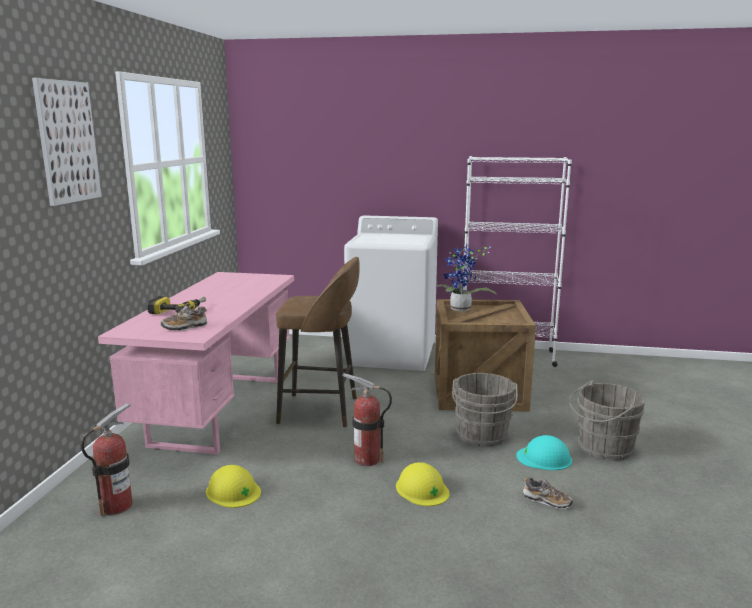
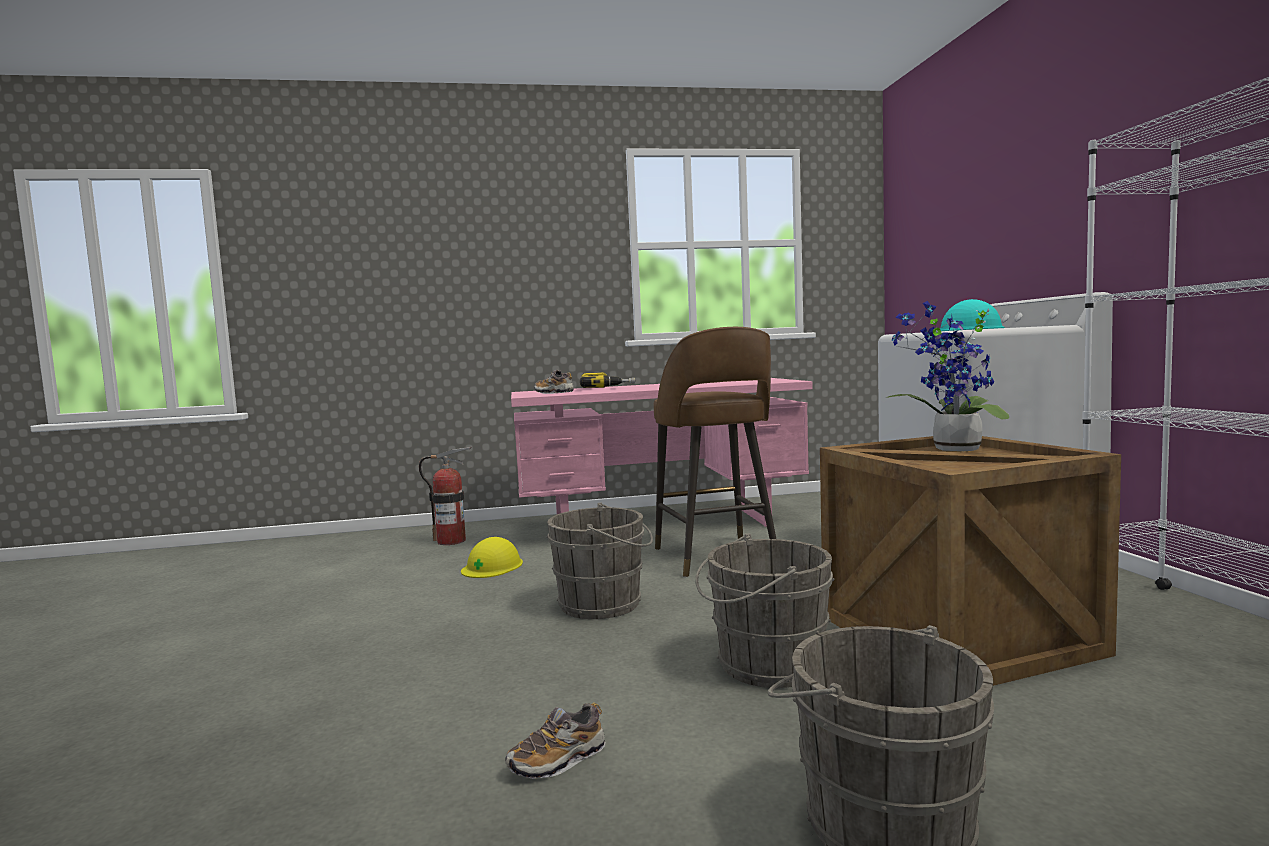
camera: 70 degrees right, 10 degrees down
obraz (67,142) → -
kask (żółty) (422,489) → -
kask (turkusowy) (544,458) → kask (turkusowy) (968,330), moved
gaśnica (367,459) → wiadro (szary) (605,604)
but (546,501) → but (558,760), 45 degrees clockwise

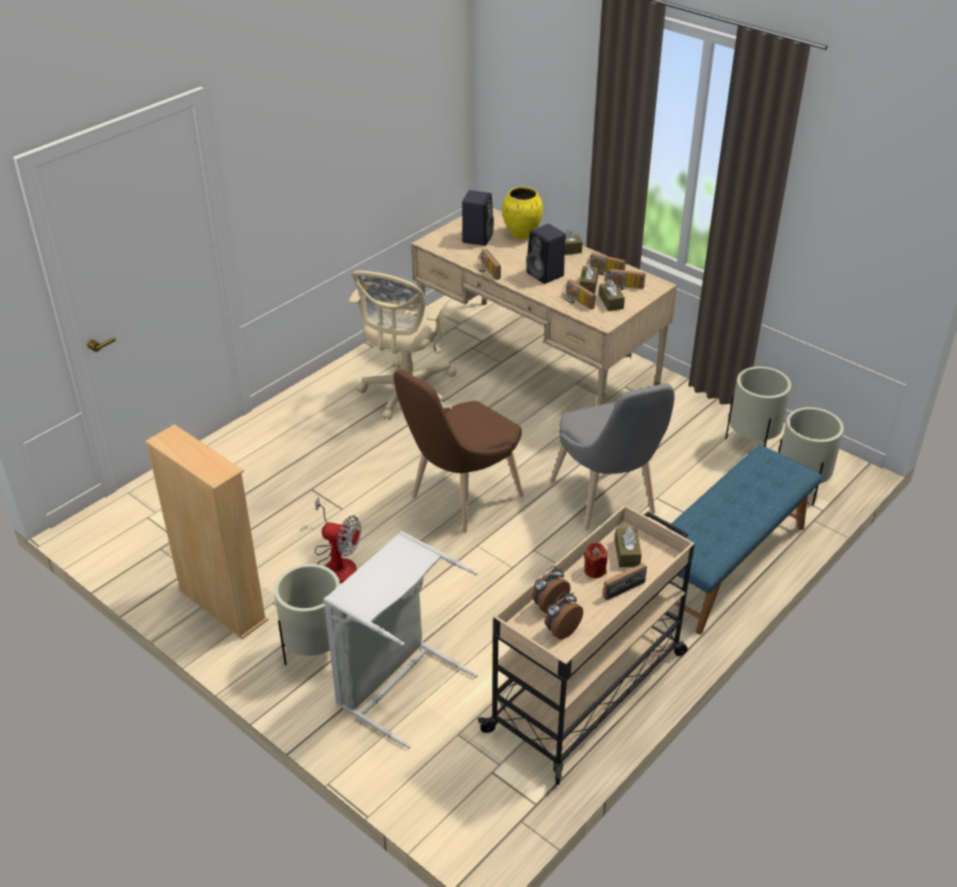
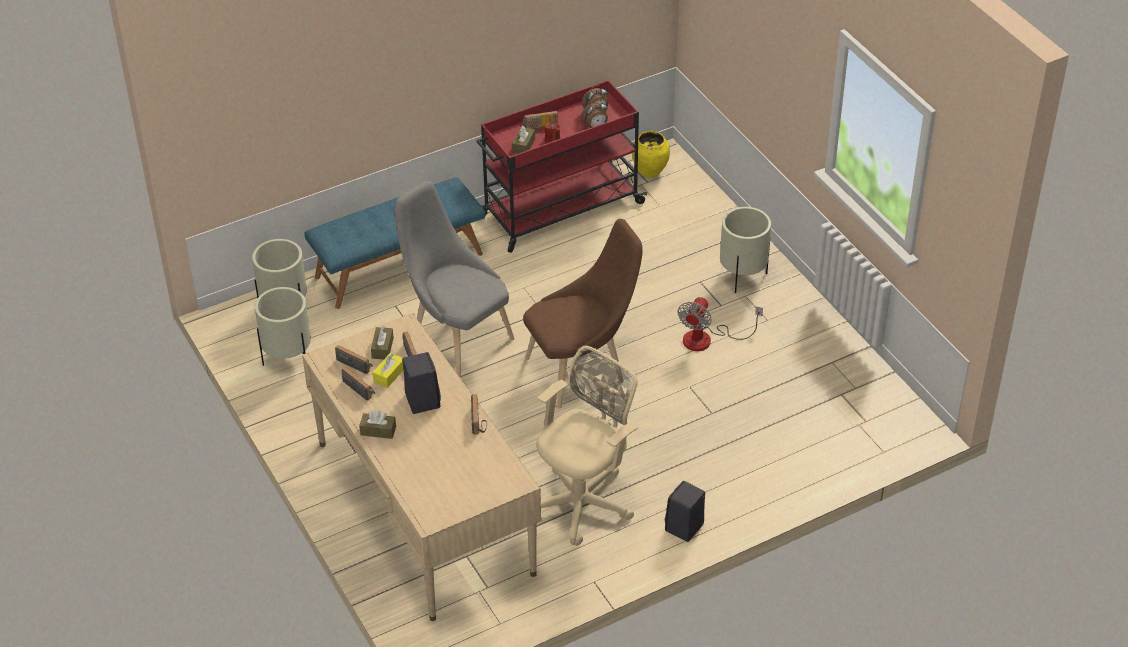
camera: 160 degrees left, 5 degrees up
regał (beżowy) (222,605) → -
kosz na pranie (szary) (396,684) → -
głośnik (czarny) (477,237) → głośnik (czarny) (684,528), moved
wazon (żółty) (522,234) → wazon (żółty) (649,172), moved
wózek (beżowy) (589,690) → wózek (czerwony) (559,210)
pudełko chusteczek (brązowy) (588,285) → pudełko chusteczek (żółty) (389,375)
wentylator (337,562) → wentylator (707,339), 105 degrees counterclockwise
krzesło (szary) (606,502) → krzesło (szary) (457,336), 45 degrees counterclockwise

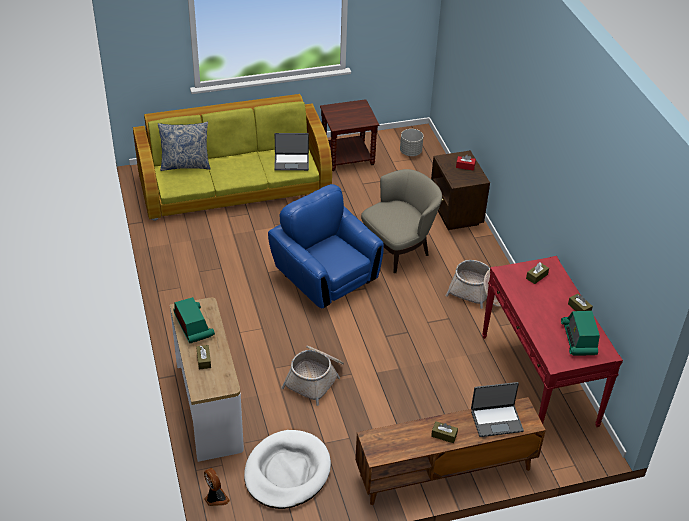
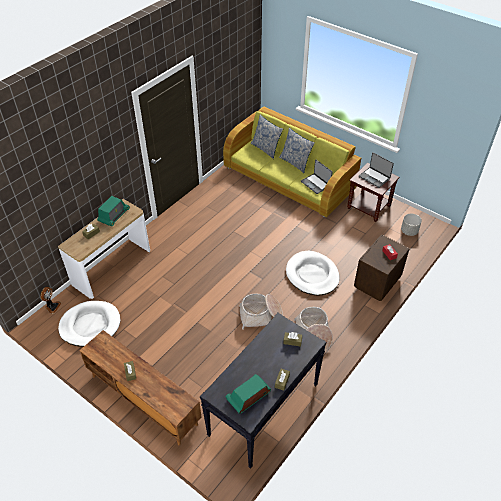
camera: 55 degrees right, 5 degrees up
fotel (niebieski) (325,277) → -
- → poduszka (295,162)
koszyk (315,378) → koszyk (261,316), moved
laptop (496,420) → laptop (374,177), moved
fotel (beżowy) (399,249) → legowisko (biały) (312,275)
stolik konsolowy (czerwony) (539,380) → stolik konsolowy (czarny) (264,410)

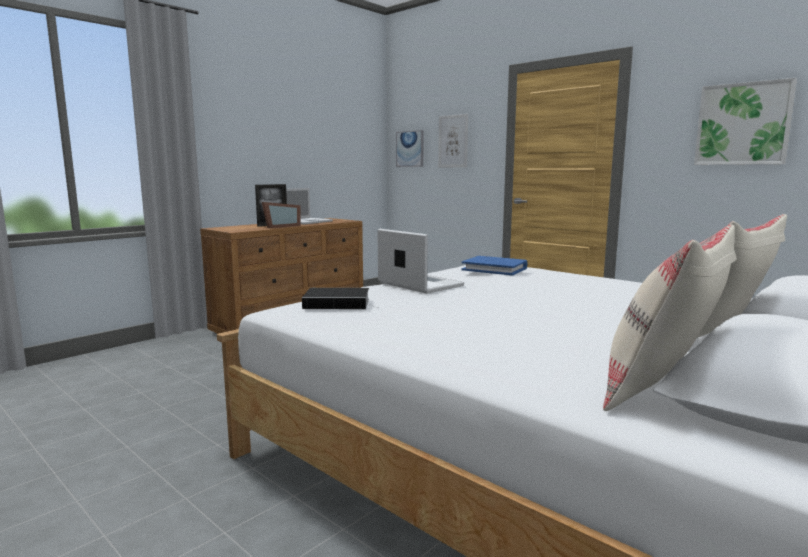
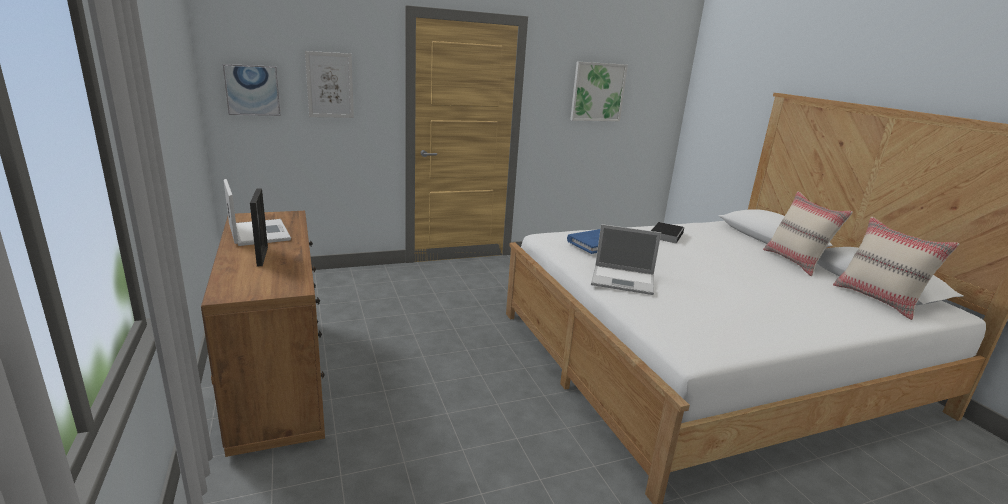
camera: 65 degrees left, 10 degrees up
ramka na zdjęcie (280,226) → -
książka (339,303) → książka (666,235), moved
laptop (419,284) → laptop (624,280), 150 degrees counterclockwise

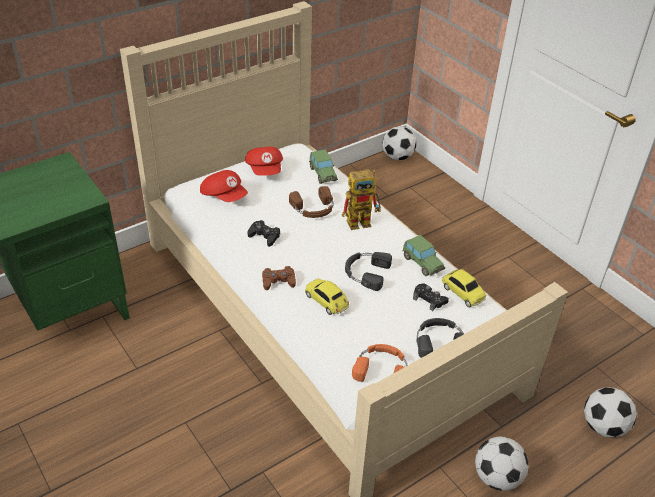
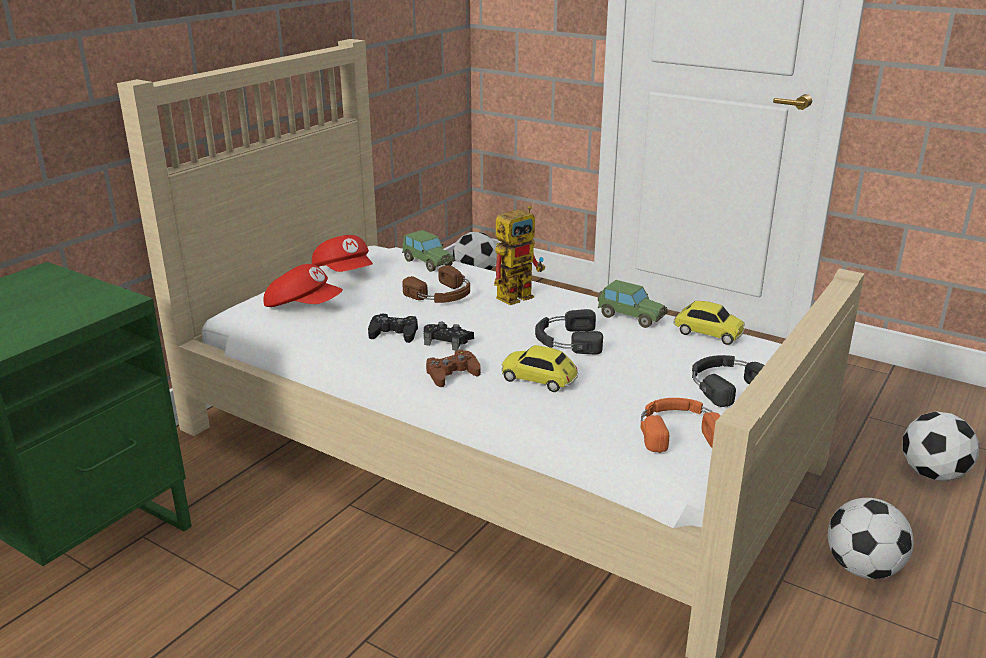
camera: 20 degrees left, 15 degrees down
pad do gier (czarny) (429,300) → pad do gier (czarny) (447,341), moved

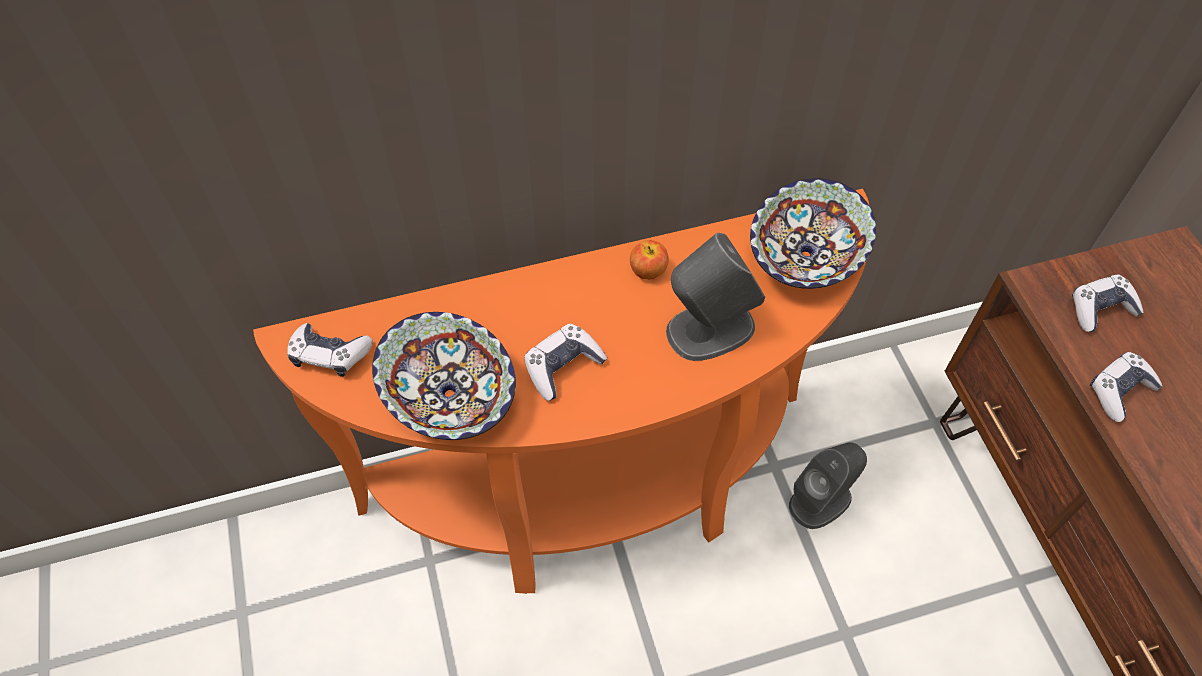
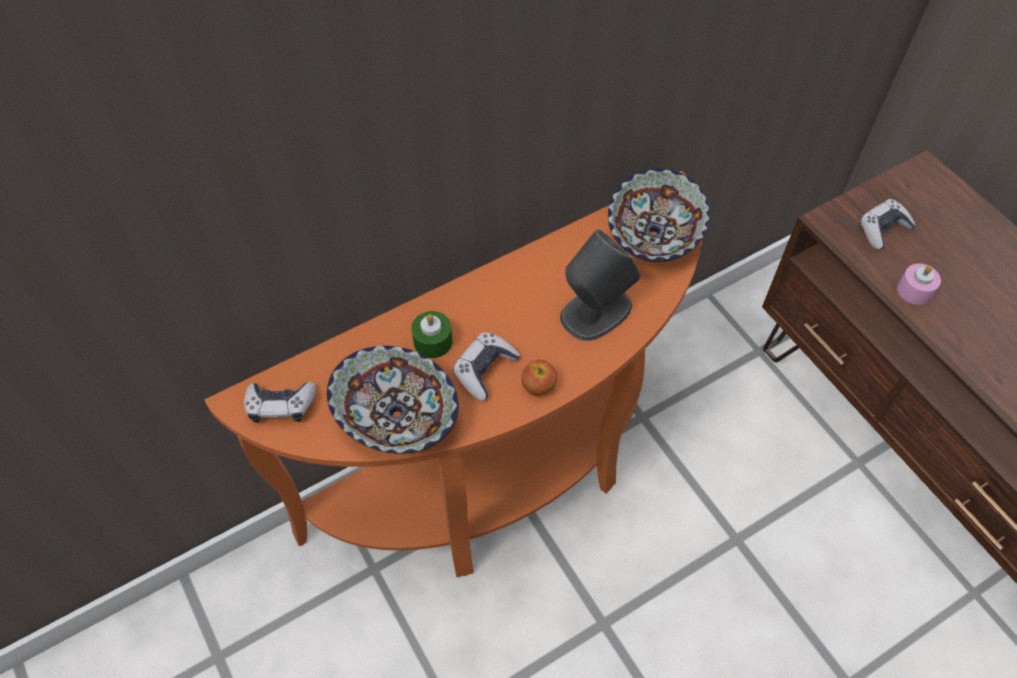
camera: 15 degrees left, 0 degrees up
głośnik (szary) (820,500) → -
- → świeca (zielony) (433,341)
jabłko (648,271) → jabłko (538,386), moved
pad do gier (1119,391) → świeca (różowy) (914,290)

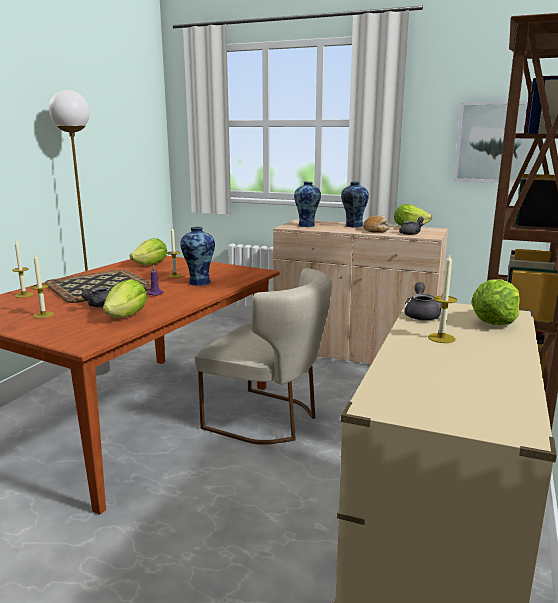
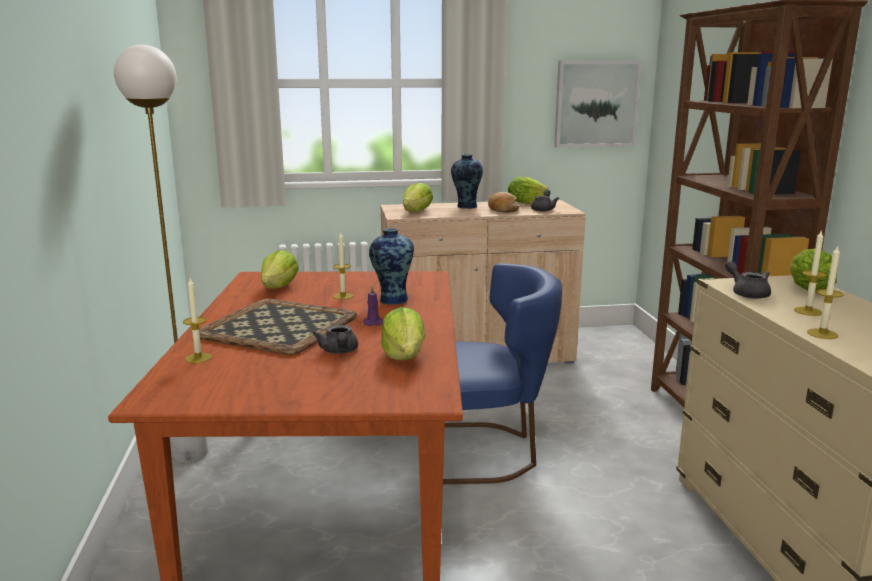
camera: 30 degrees left, 0 degrees up
świeca (43,315) → świeca (822,334), moved
wazon (307,225) → sałata (417,212)
krzesło (beżowy) (269,419) → krzesło (niebieski) (482,452)

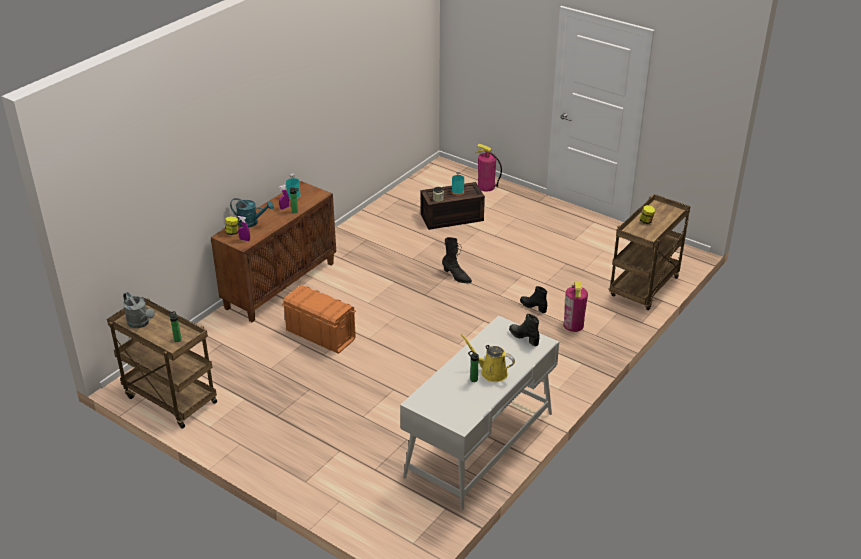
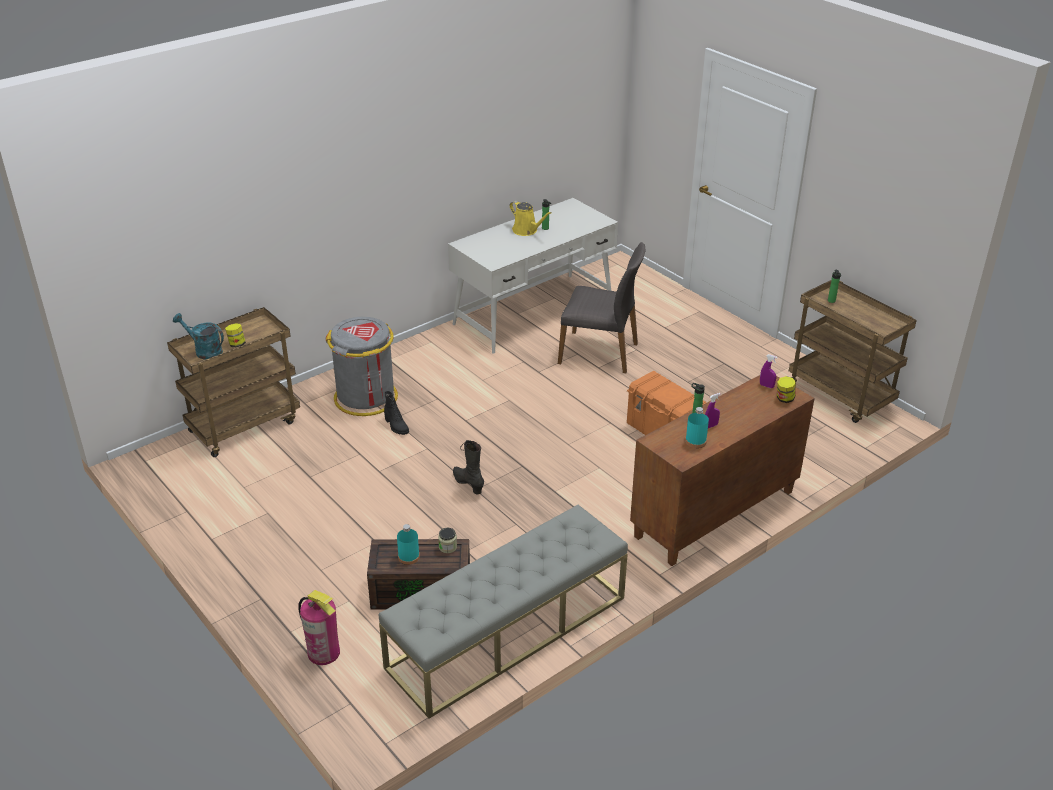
camera: 165 degrees left, 0 degrees up
konewka (szary) (141,323) → -
but z cholewką (czarny) (524,337) → -
- → ławka (szary) (507,632)
- → krzesło (szary) (599,353)
konewka (turkusowy) (251,222) → konewka (turkusowy) (204,351), moved
gaśnica (573,325) → kosz na śmieci (szary) (366,398)

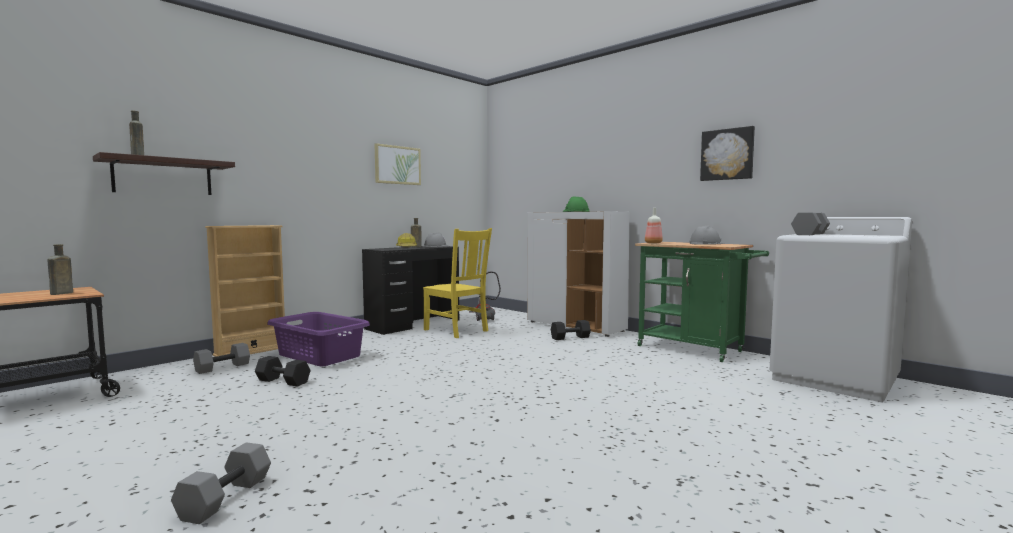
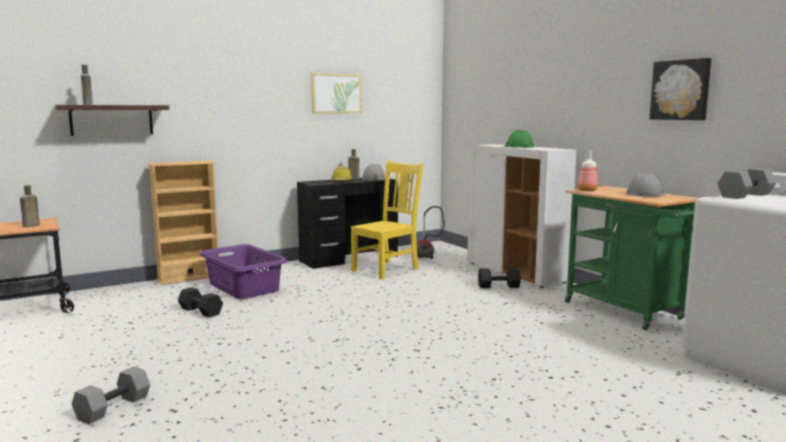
camera: 15 degrees right, 5 degrees up
hantel (szary) (223,367) → -
krzesło (żółty) (457,331) → krzesło (żółty) (387,269), 105 degrees counterclockwise

